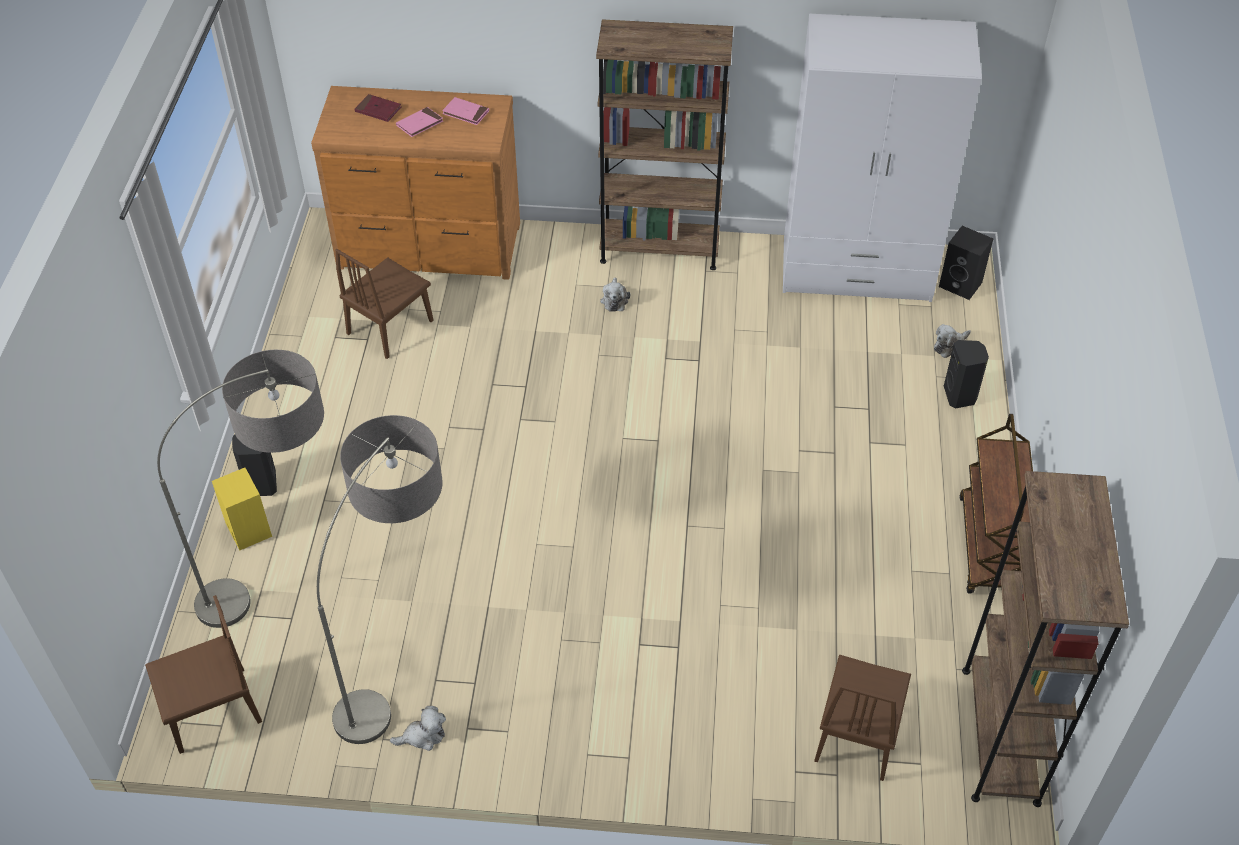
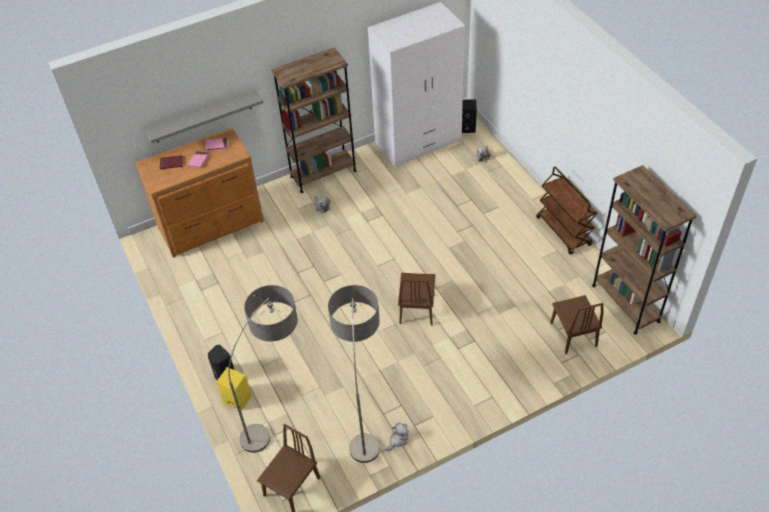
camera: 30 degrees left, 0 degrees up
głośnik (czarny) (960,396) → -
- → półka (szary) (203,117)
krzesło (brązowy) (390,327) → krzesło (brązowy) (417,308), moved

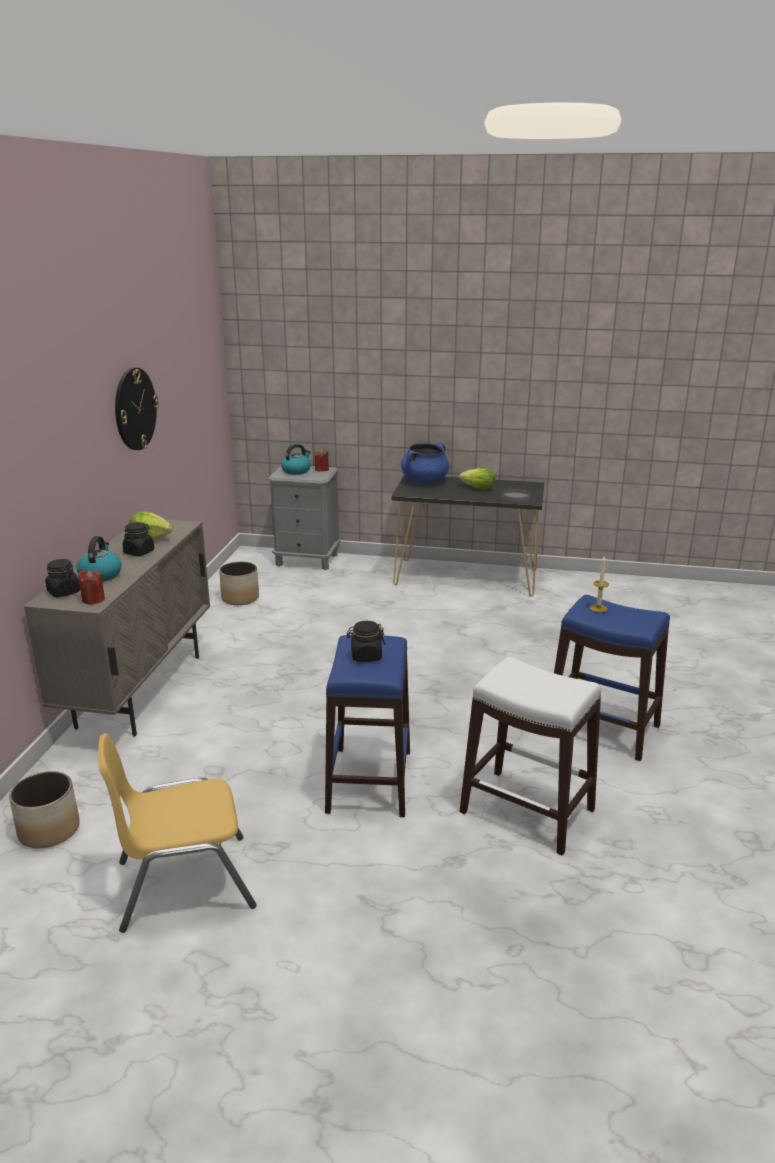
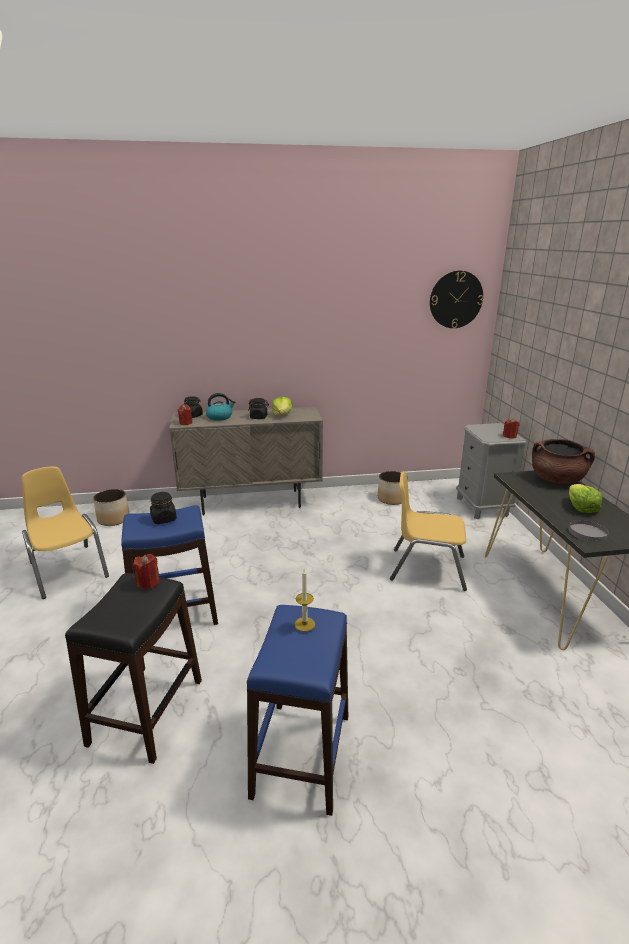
camera: 70 degrees right, 0 degrees up
czajnik (296,471) → -
- → świeca (czerwony) (148,582)
- → krzesło (żółty) (427,568)
zegar ścienny (135,409) → zegar ścienny (456,299), moved
garnek (niebieski) (425,481) → garnek (brązowy) (557,480)
stołek (biały) (527,810) → stołek (czarny) (147,711)

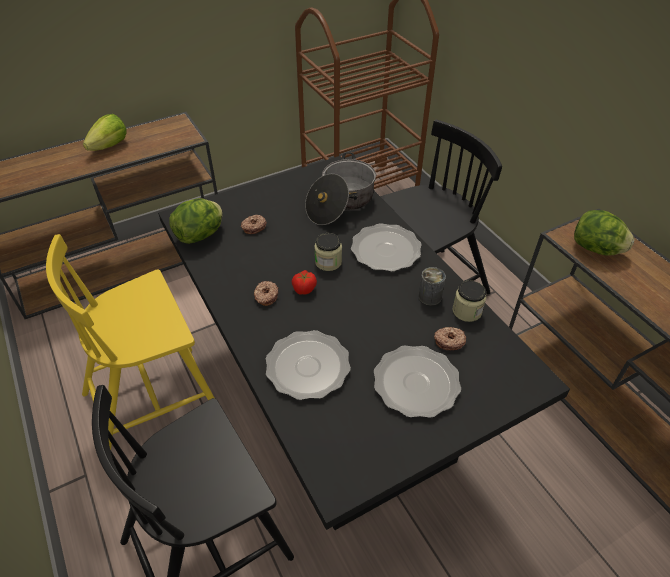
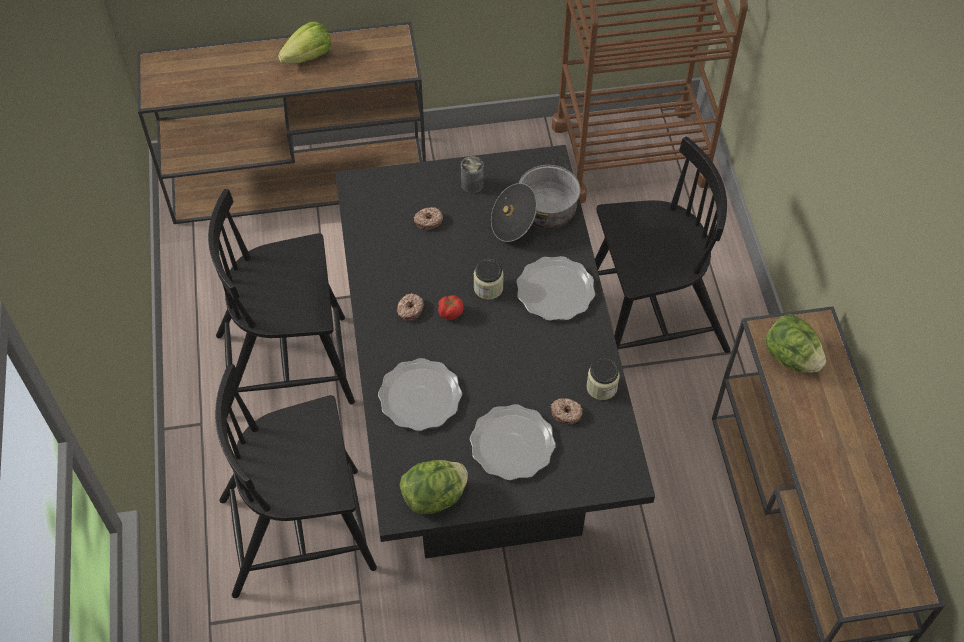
camera: 20 degrees right, 10 degrees up
sałata (201,235) → sałata (435,496), moved
puszka (429,297) → puszka (472,184), moved
krzesło (żółty) (154,401) → krzesło (czarny) (288,367)

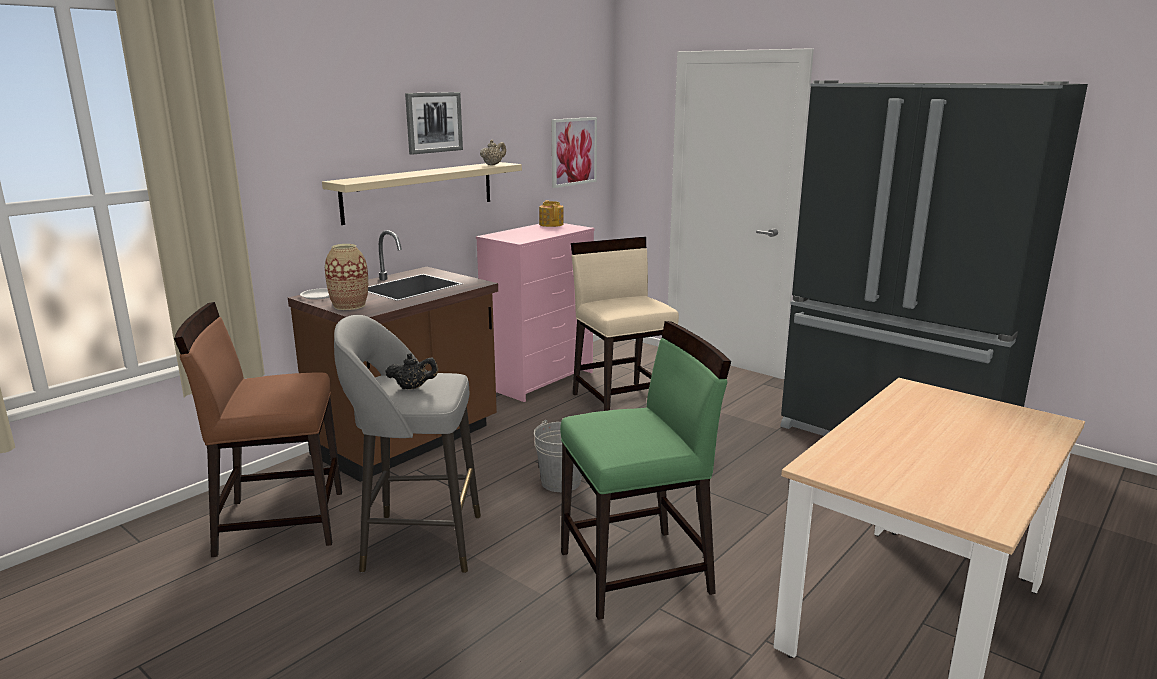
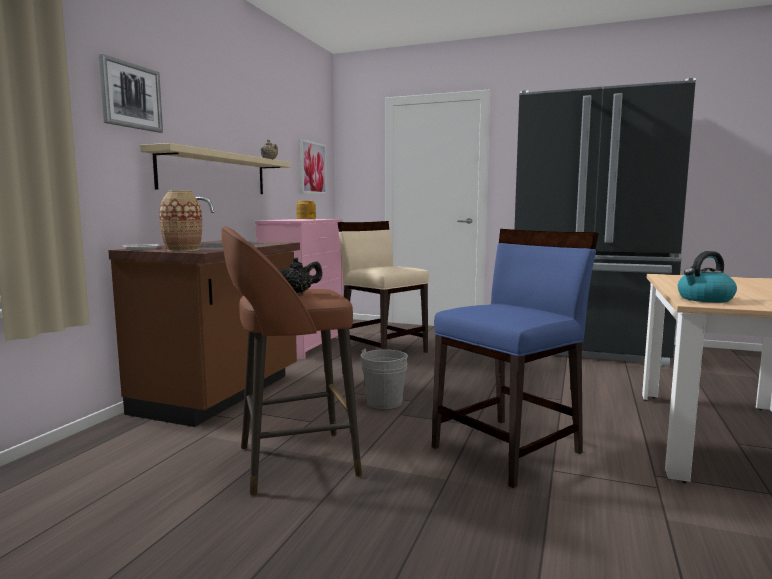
camera: 20 degrees left, 10 degrees down
krzesło (brązowy) (279,522) → -
- → czajnik (704,299)
obraz (433,122) → obraz (131,96), moved
stołek (szary) (418,542) → stołek (brązowy) (293,461)
krzesło (zielony) (637,572) → krzesło (niebieski) (508,449)

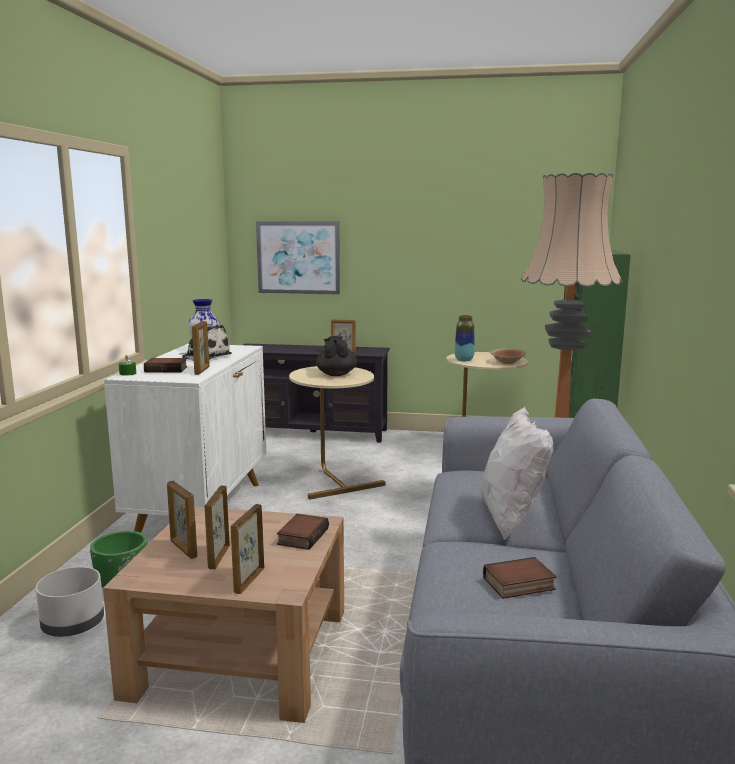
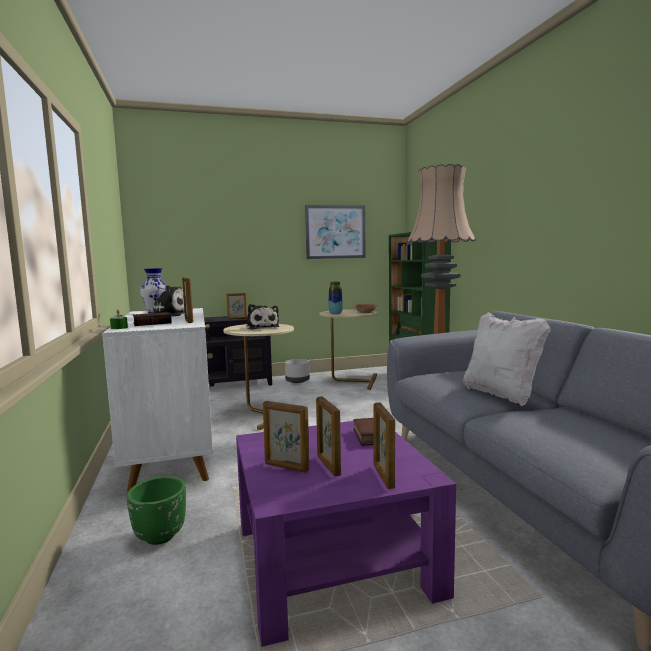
camera: 25 degrees left, 5 degrees down
książka (518,585) → -
donica (szary) (72,625) → donica (szary) (297,381), moved
obraz (298,257) → obraz (335,232), moved
imbryk (czarny) (336,374) → pluszak (262,327)
ława (brązowy) (240,652) → ława (fioletowy) (333,558)

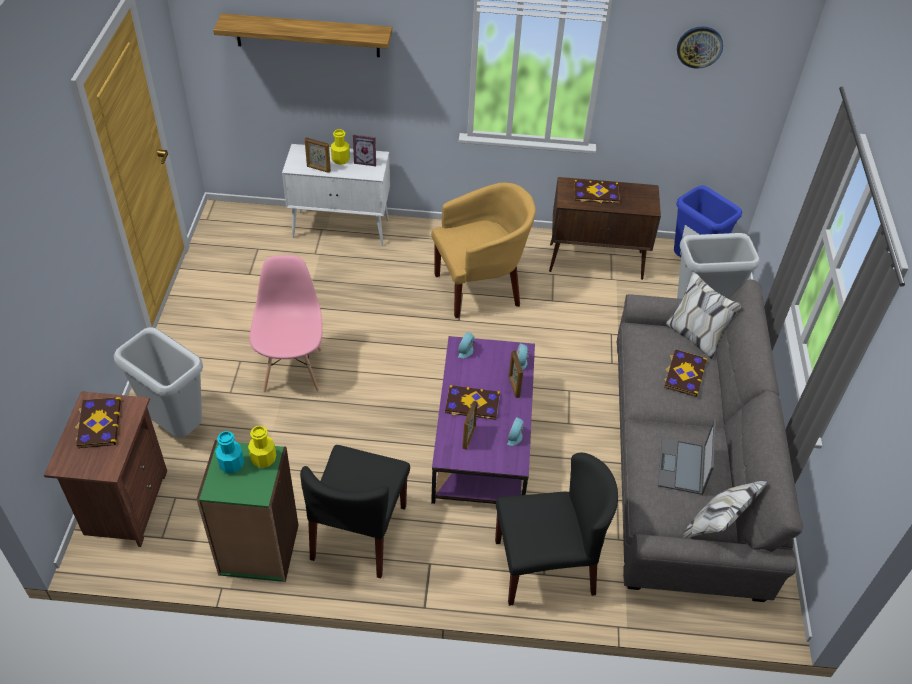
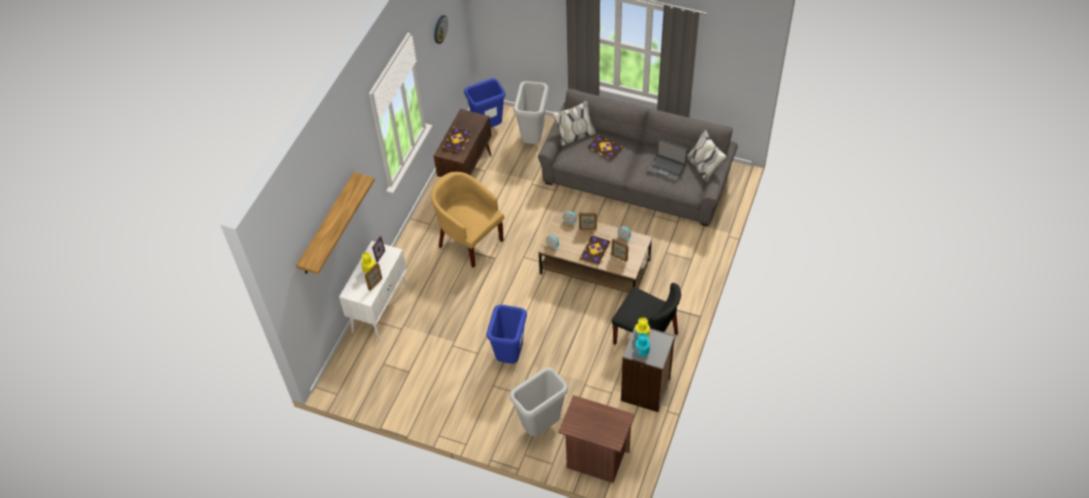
camera: 70 degrees left, 5 degrees up
książka (98,423) → -
krzesło (czarny) (545,566) → -
krzesło (różowy) (293,369) → kosz na śmieci (niebieski) (510,356)
regał (zielony) (258,550) → regał (szary) (646,390)
ława (fioletowy) (483,440) → ława (brązowy) (596,266)
fotel (żółty) (480,288) → fotel (żółty) (469,240), 45 degrees counterclockwise

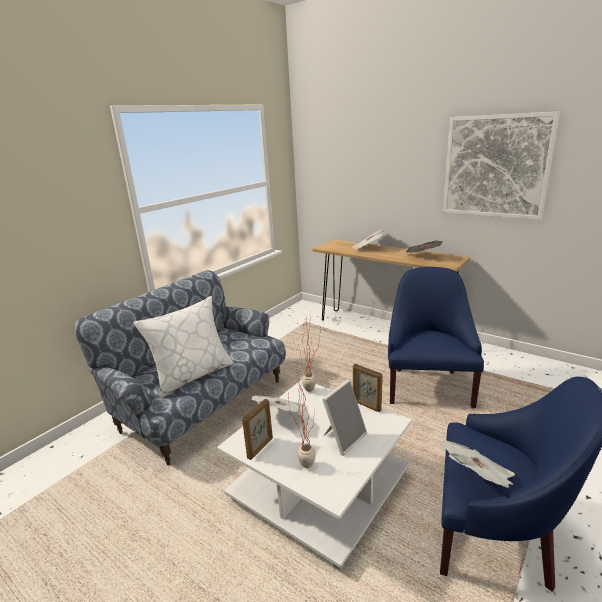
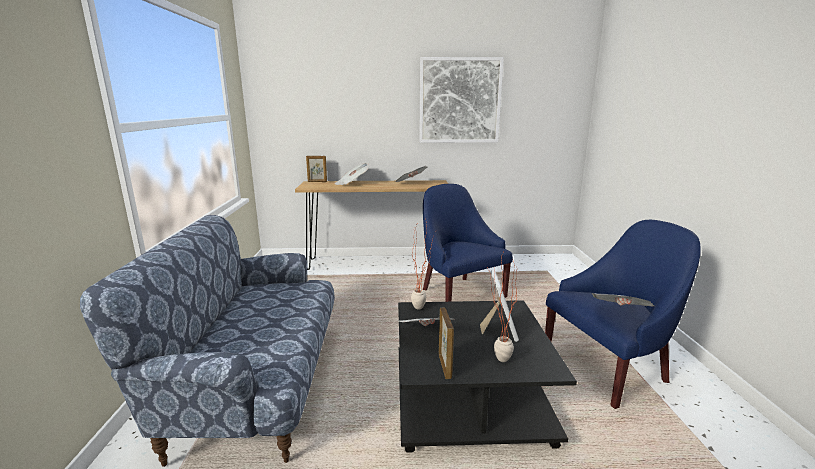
camera: 40 degrees left, 5 degrees down
poduszka (biały) (192,375) → -
ramka na zdjęcie (366,405) → ramka na zdjęcie (317,182), moved
ława (biały) (319,485) → ława (czarny) (467,397)

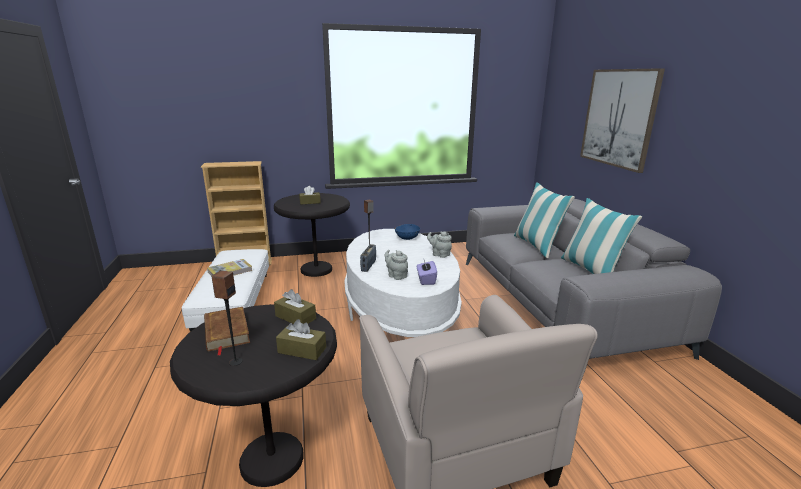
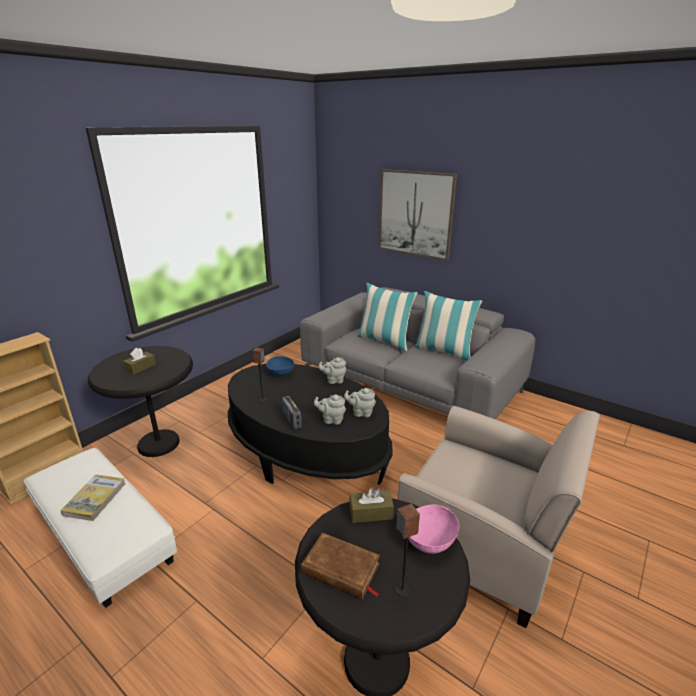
camera: 40 degrees left, 5 degrees up
pudełko chusteczek (brązowy) (302,350) → miska (różowy) (430,540)
pudełko chusteczek (fioletowy) (426,280) → imbryk (szary) (361,413)
ława (biały) (400,313) → ława (czarny) (306,452)

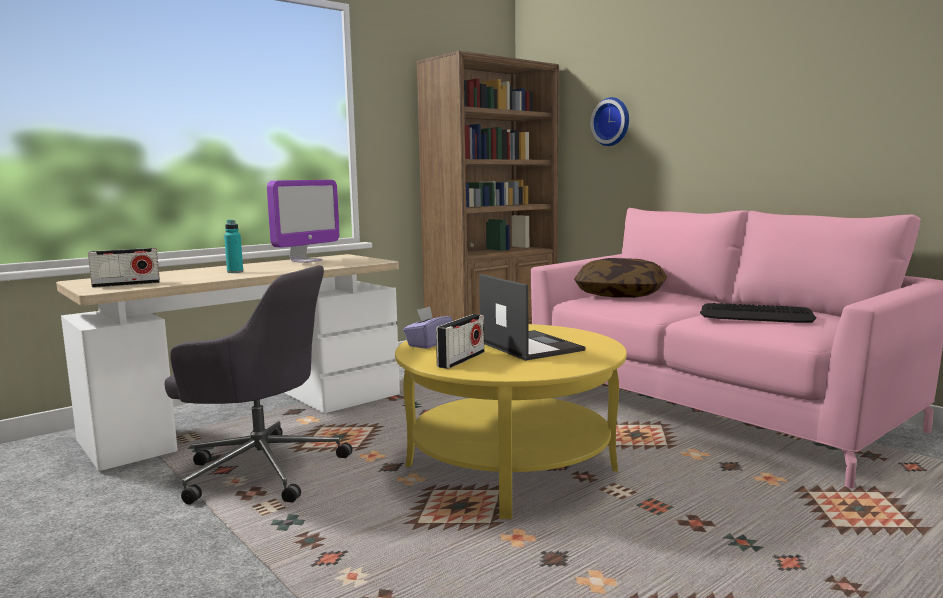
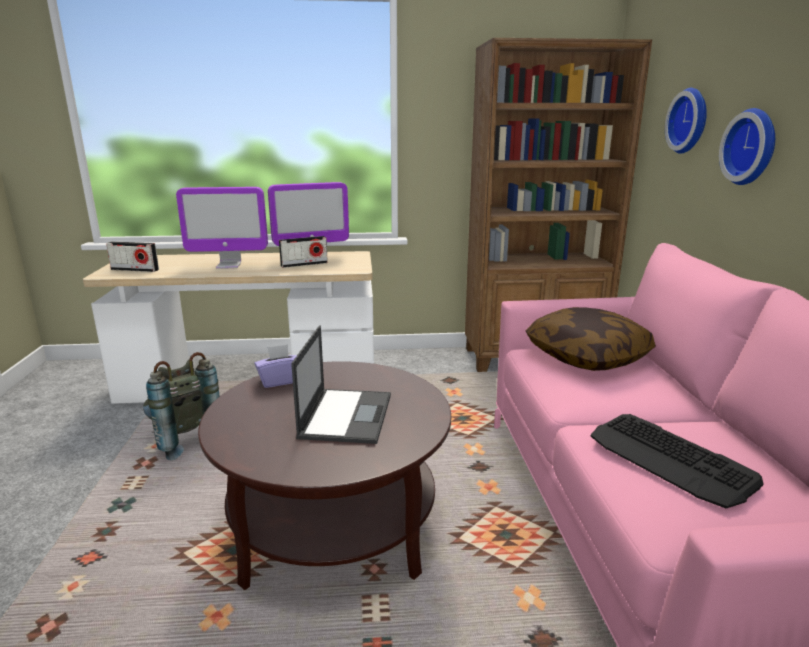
camera: 35 degrees right, 10 degrees up
- → zegar ścienny (753,147)
radio (461,359) → radio (304,264), moved
krzesło biurowe (szary) (261,469) → plecak (szary) (184,440)
butelka (turkusowy) (235,272) → monitor (229,265)
ława (żółty) (511,468) → ława (brązowy) (334,524)

